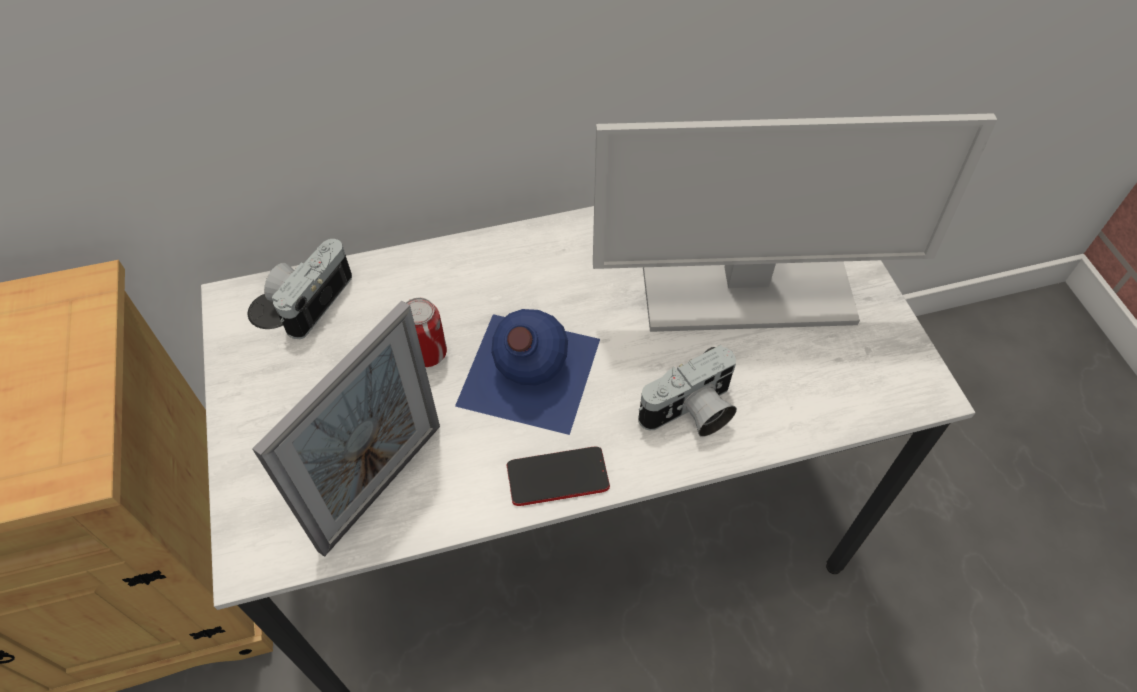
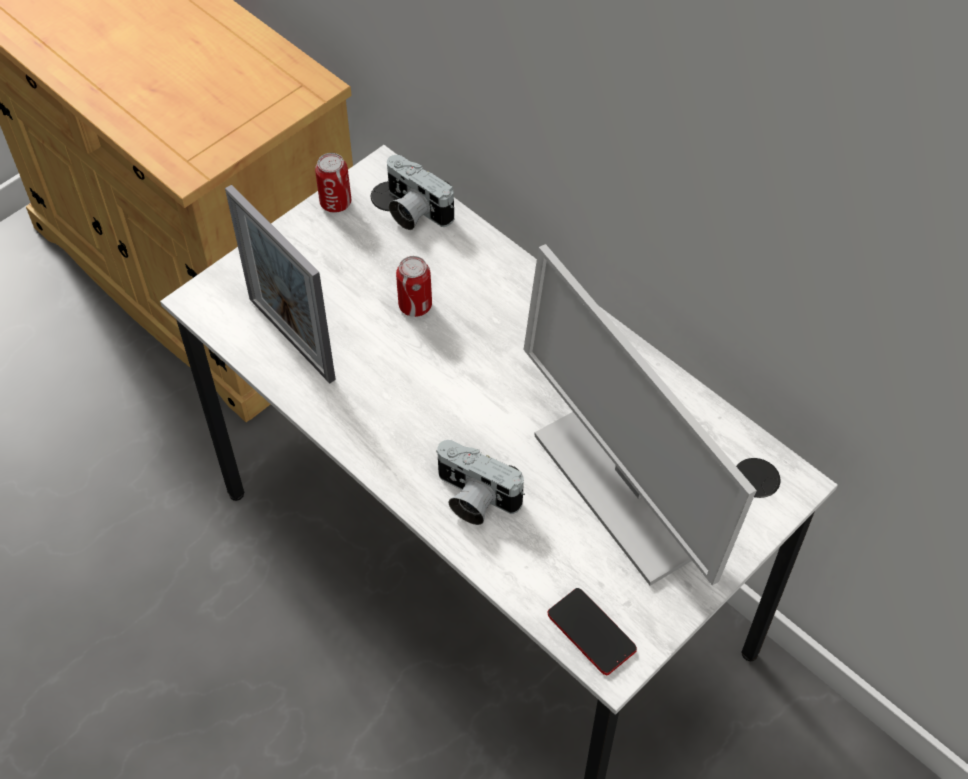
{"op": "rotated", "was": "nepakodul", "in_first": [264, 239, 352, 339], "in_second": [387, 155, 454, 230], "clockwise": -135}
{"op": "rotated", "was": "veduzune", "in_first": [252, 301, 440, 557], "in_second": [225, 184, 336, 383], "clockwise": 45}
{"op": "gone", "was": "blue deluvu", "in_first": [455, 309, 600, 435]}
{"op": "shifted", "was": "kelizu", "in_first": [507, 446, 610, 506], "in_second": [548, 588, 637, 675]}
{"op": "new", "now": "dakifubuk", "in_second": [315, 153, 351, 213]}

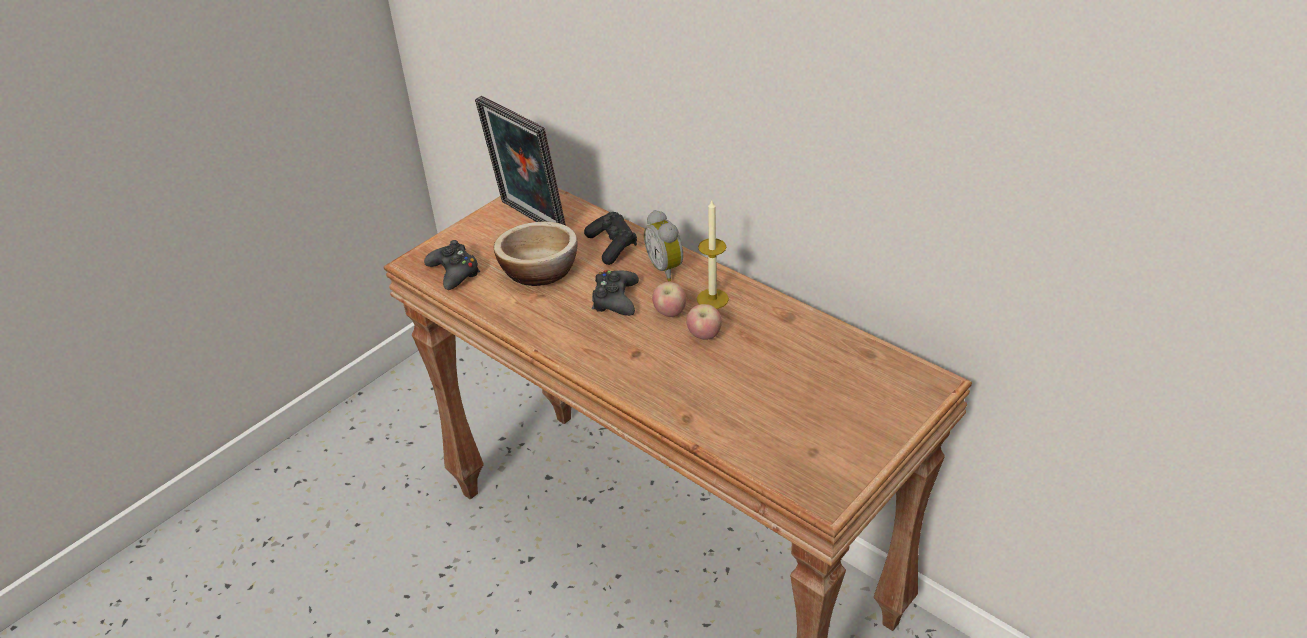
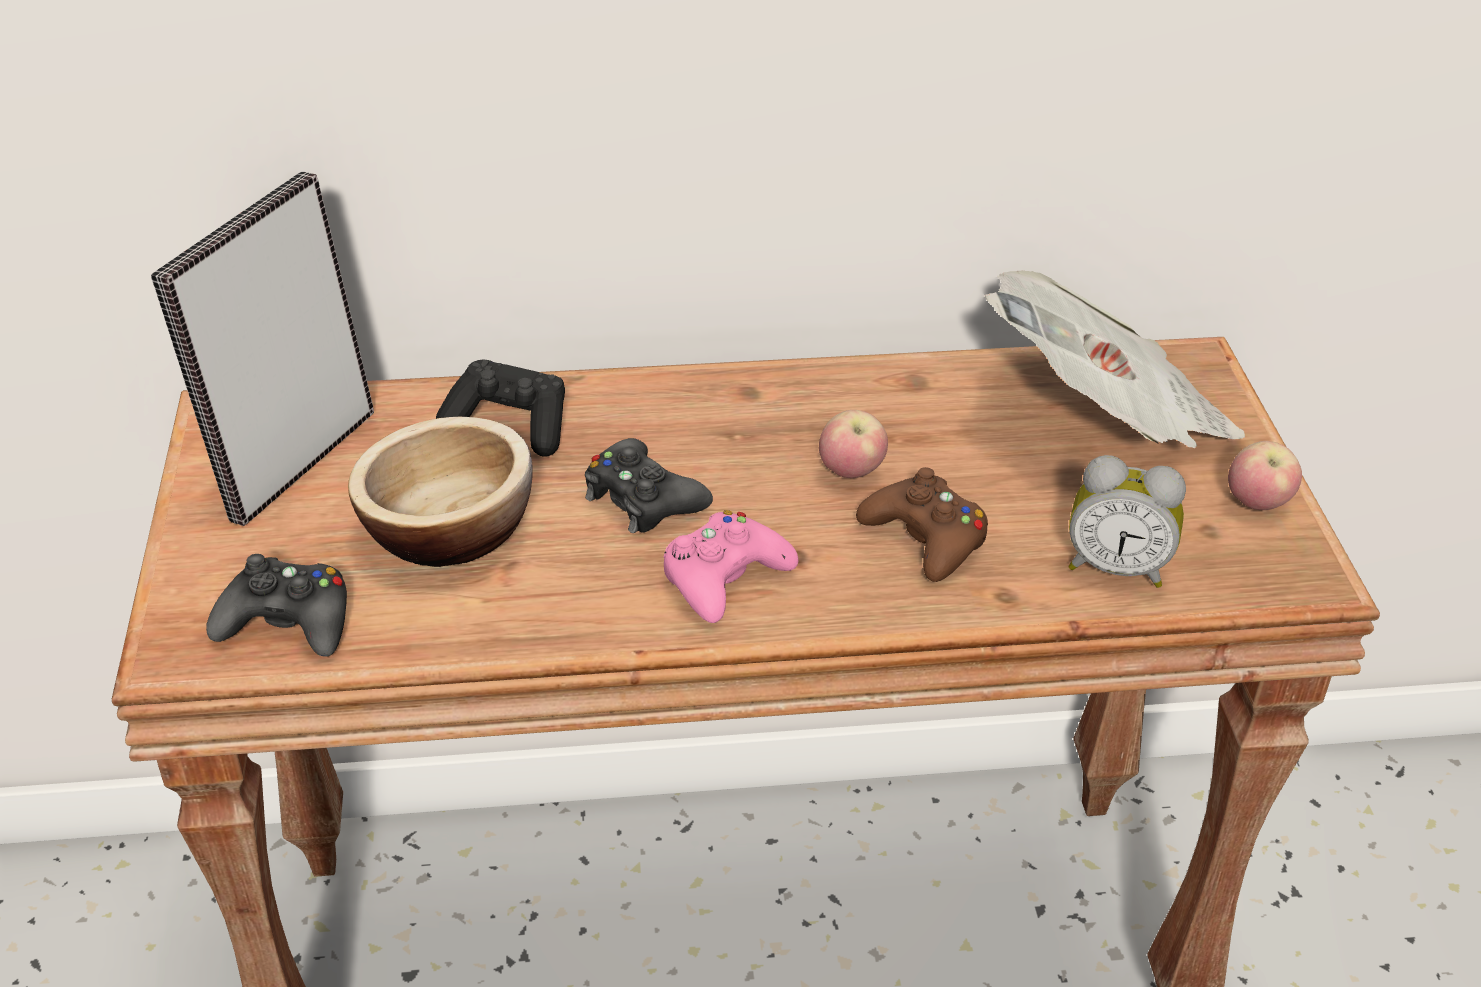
{"op": "rotated", "was": "veduzune", "in_first": [475, 96, 566, 225], "in_second": [151, 172, 374, 526], "clockwise": 120}
{"op": "gone", "was": "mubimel", "in_first": [697, 200, 729, 309]}
{"op": "shifted", "was": "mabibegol", "in_first": [644, 210, 683, 281], "in_second": [1068, 455, 1186, 588]}
{"op": "shifted", "was": "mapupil", "in_first": [652, 282, 686, 317], "in_second": [1228, 441, 1302, 510]}
{"op": "new", "now": "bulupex", "in_second": [985, 270, 1245, 448]}
{"op": "new", "now": "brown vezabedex", "in_second": [856, 467, 988, 582]}
{"op": "new", "now": "pink vezabedex", "in_second": [664, 510, 798, 623]}

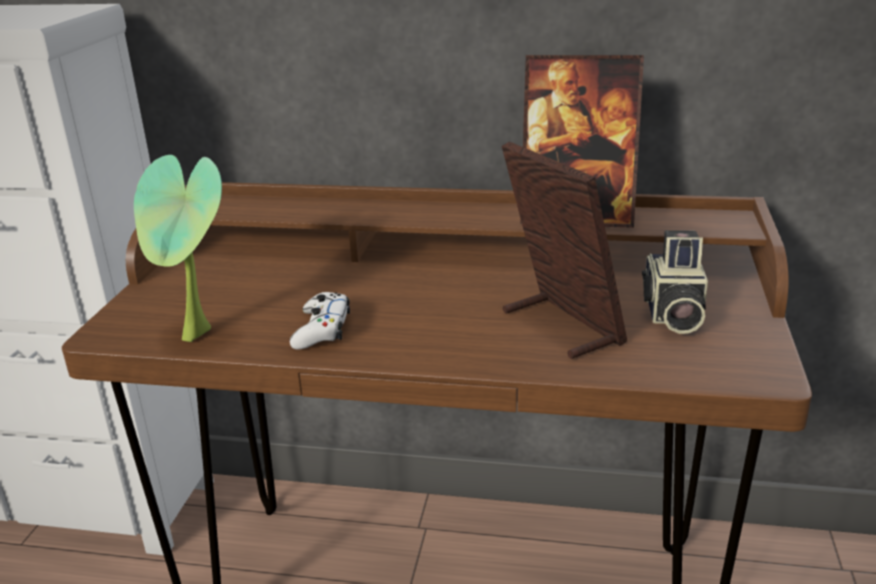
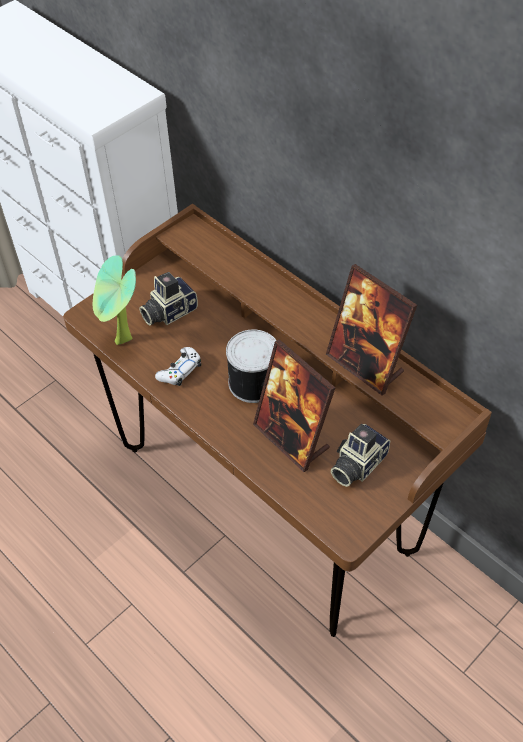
{"op": "rotated", "was": "veduzune", "in_first": [502, 141, 627, 359], "in_second": [253, 339, 335, 472], "clockwise": 135}
{"op": "new", "now": "nepakodul", "in_second": [139, 272, 198, 325]}
{"op": "new", "now": "dakifubuk", "in_second": [226, 329, 277, 403]}

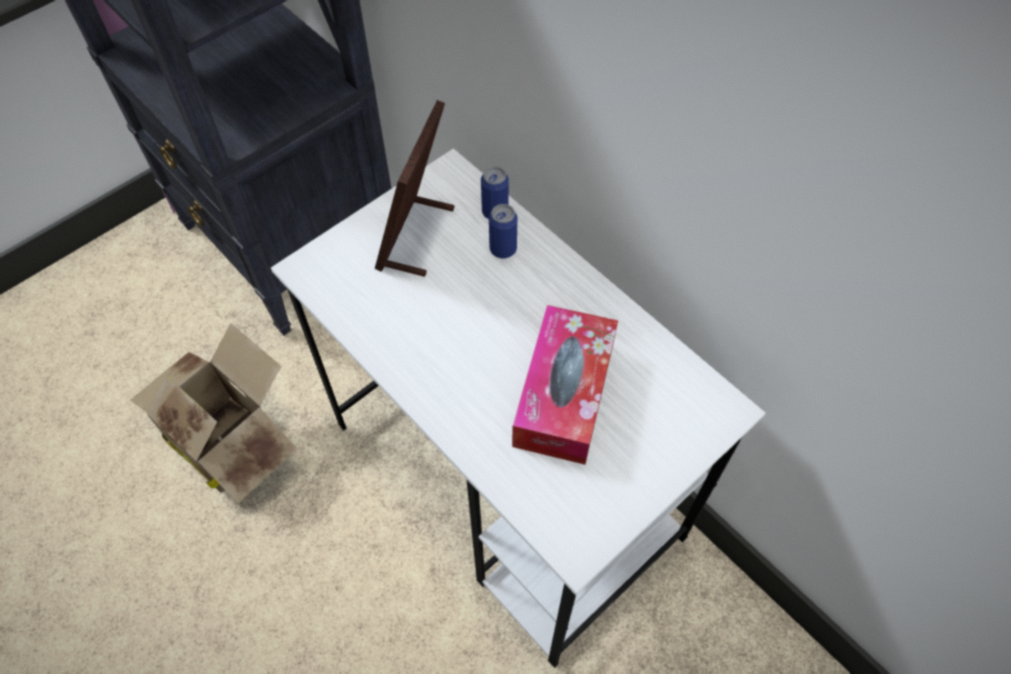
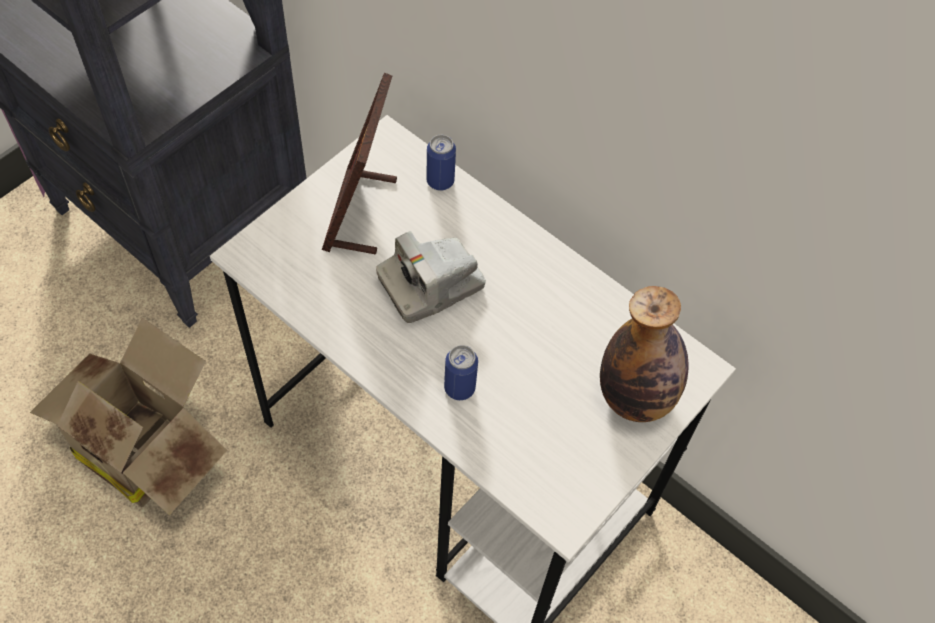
{"op": "shifted", "was": "dakifubuk", "in_first": [489, 204, 517, 258], "in_second": [444, 345, 478, 400]}
{"op": "gone", "was": "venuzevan", "in_first": [512, 305, 618, 465]}
{"op": "new", "now": "nepakodul", "in_second": [376, 231, 486, 323]}
{"op": "new", "now": "deluvu", "in_second": [600, 286, 689, 422]}

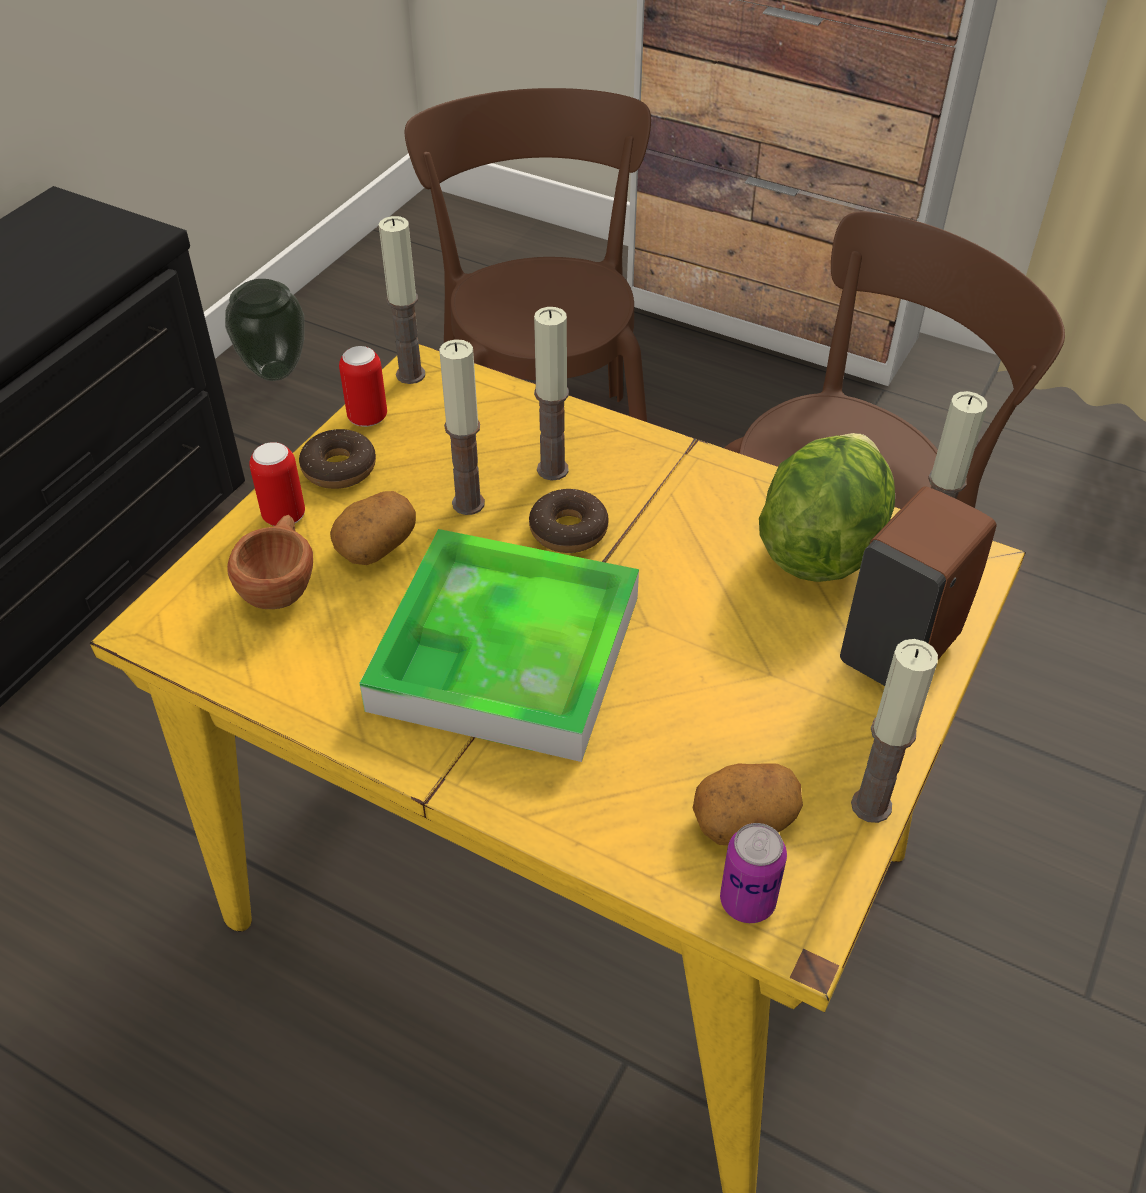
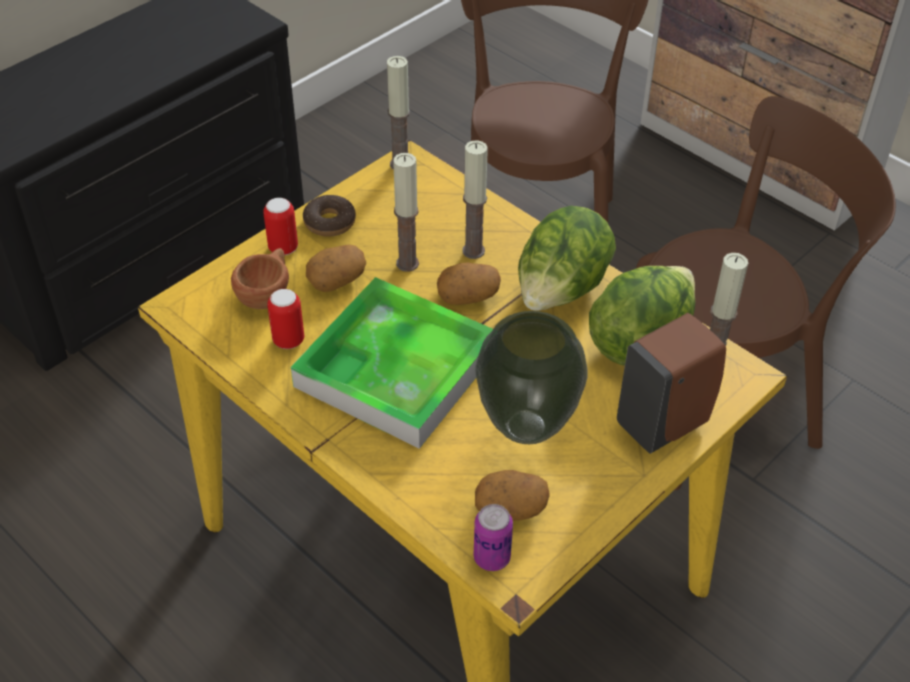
{"op": "shifted", "was": "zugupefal", "in_first": [225, 279, 305, 381], "in_second": [475, 311, 587, 444]}
{"op": "shifted", "was": "dakifubuk", "in_first": [339, 346, 387, 427], "in_second": [267, 289, 304, 349]}
{"op": "swapped", "was": "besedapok", "now": "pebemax", "in_first": [529, 489, 609, 553], "in_second": [437, 262, 501, 305]}
{"op": "gone", "was": "mubimel", "in_first": [851, 639, 938, 823]}
{"op": "new", "now": "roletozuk", "in_second": [518, 206, 616, 311]}

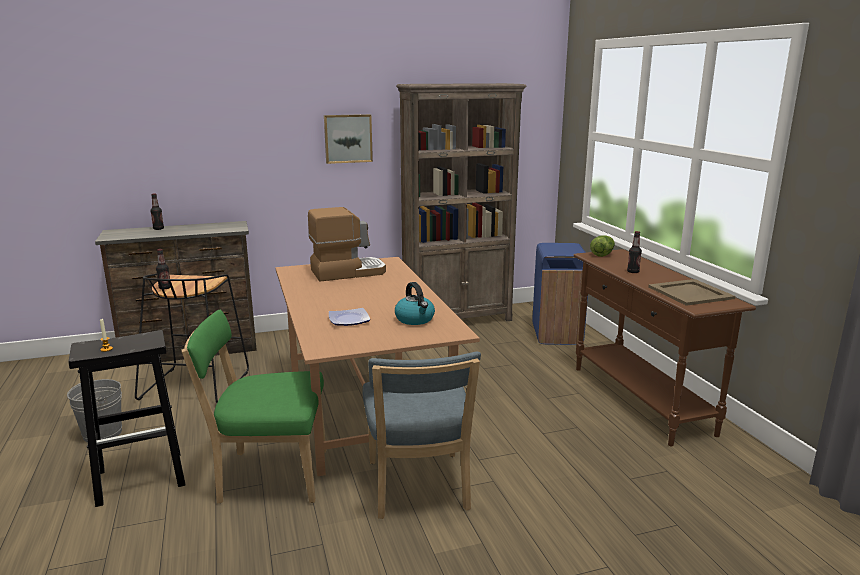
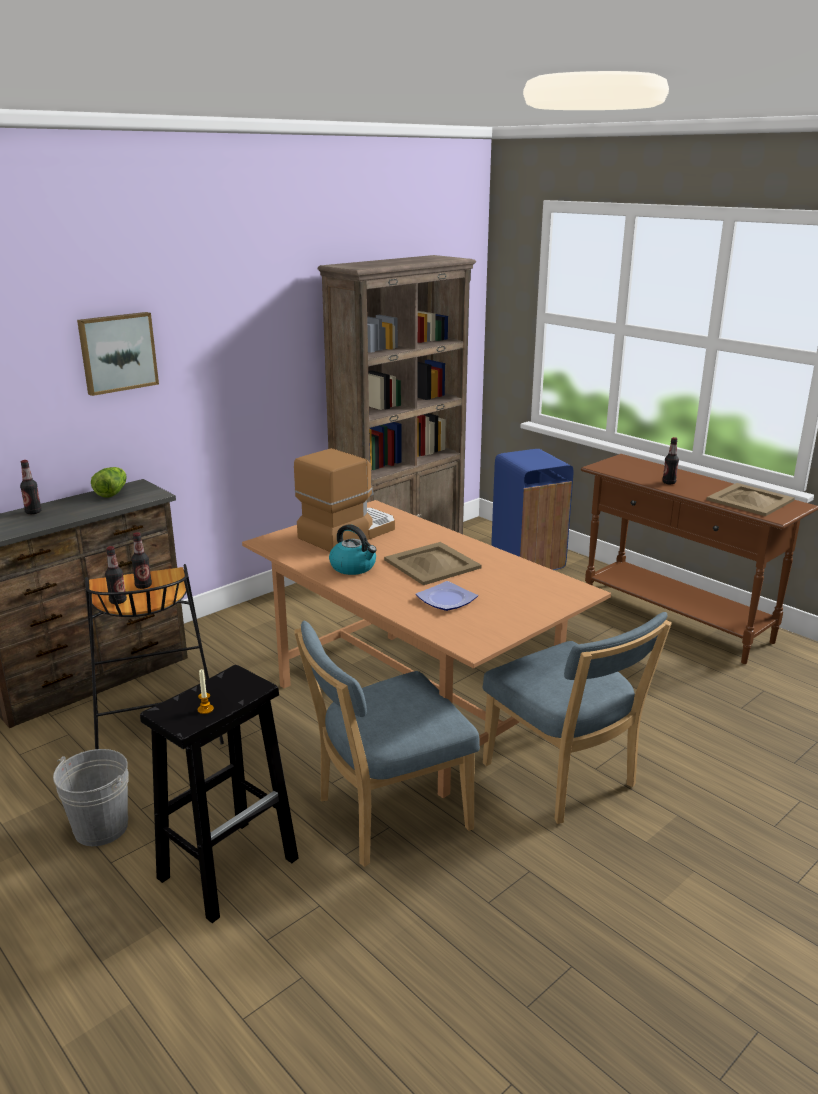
{"op": "shifted", "was": "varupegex", "in_first": [324, 114, 373, 164], "in_second": [77, 312, 159, 396]}
{"op": "shifted", "was": "roletozuk", "in_first": [590, 236, 615, 257], "in_second": [91, 467, 127, 497]}
{"op": "shifted", "was": "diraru", "in_first": [395, 282, 435, 325], "in_second": [329, 524, 377, 575]}
{"op": "repainted", "was": "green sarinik", "now": "blue sarinik", "in_first": [182, 310, 326, 504], "in_second": [294, 621, 480, 867]}
{"op": "new", "now": "deluvu", "in_second": [131, 532, 152, 589]}
{"op": "new", "now": "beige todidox", "in_second": [384, 542, 482, 585]}

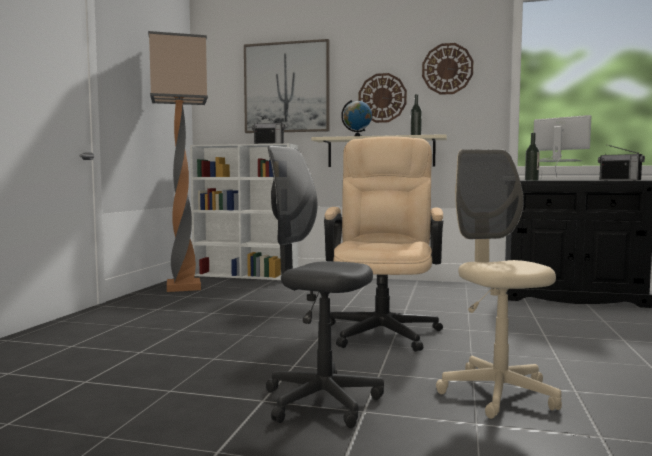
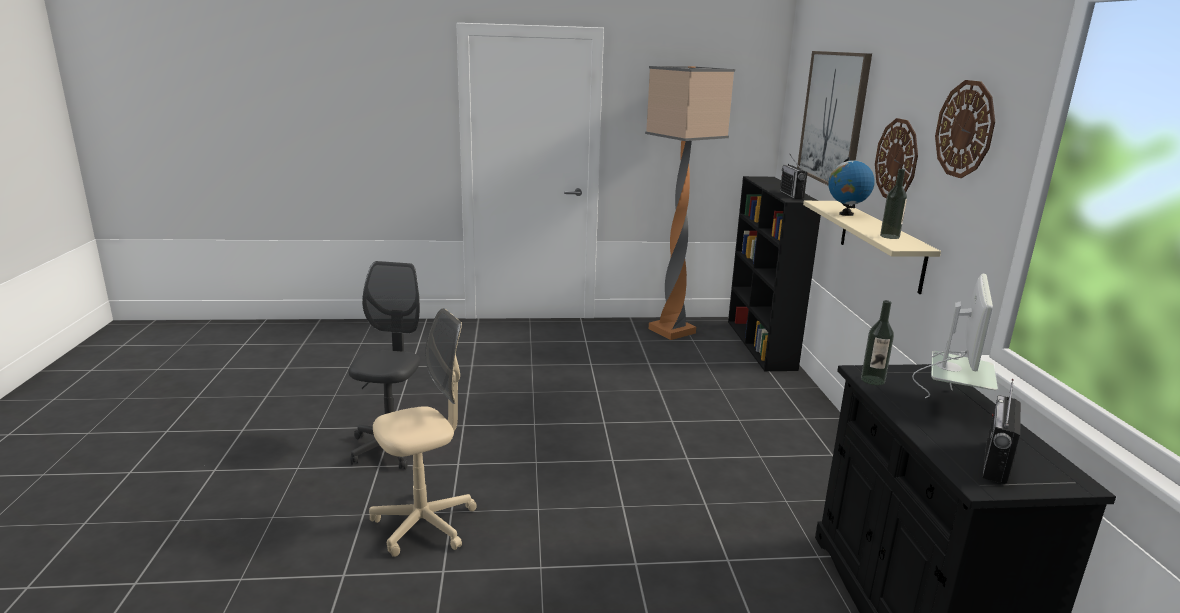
{"op": "gone", "was": "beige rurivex", "in_first": [324, 137, 443, 352]}
{"op": "repainted", "was": "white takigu", "now": "black takigu", "in_first": [190, 143, 298, 280], "in_second": [728, 176, 821, 371]}

